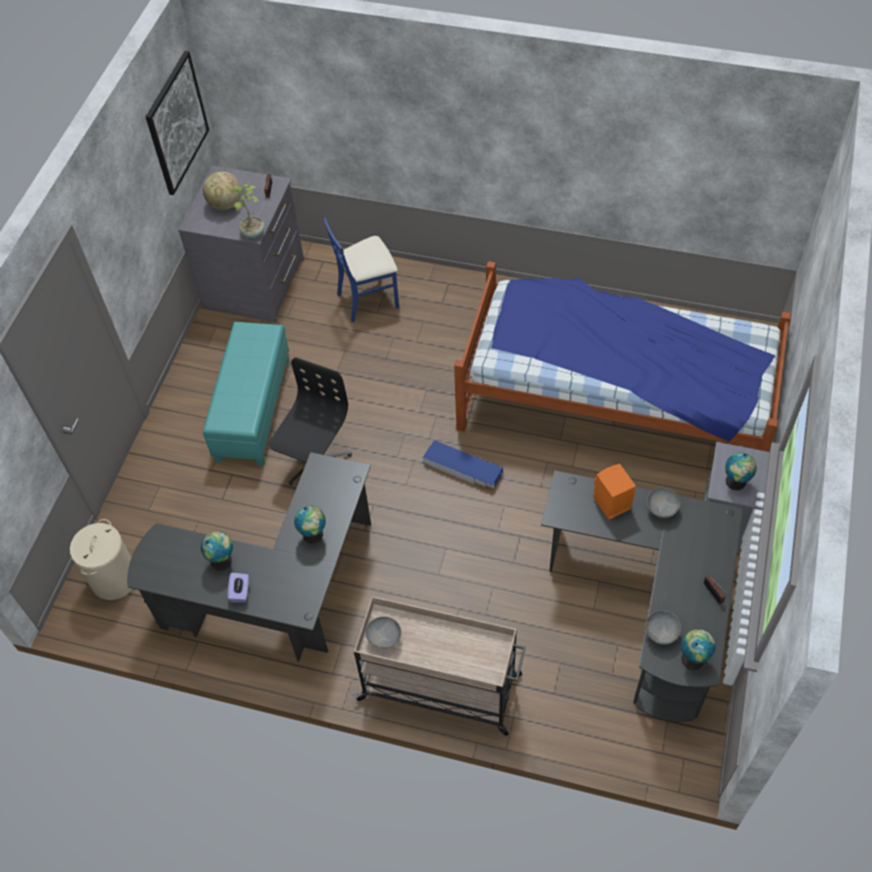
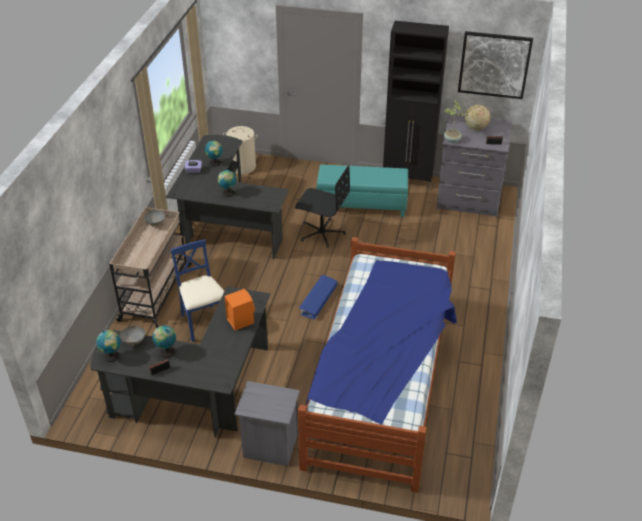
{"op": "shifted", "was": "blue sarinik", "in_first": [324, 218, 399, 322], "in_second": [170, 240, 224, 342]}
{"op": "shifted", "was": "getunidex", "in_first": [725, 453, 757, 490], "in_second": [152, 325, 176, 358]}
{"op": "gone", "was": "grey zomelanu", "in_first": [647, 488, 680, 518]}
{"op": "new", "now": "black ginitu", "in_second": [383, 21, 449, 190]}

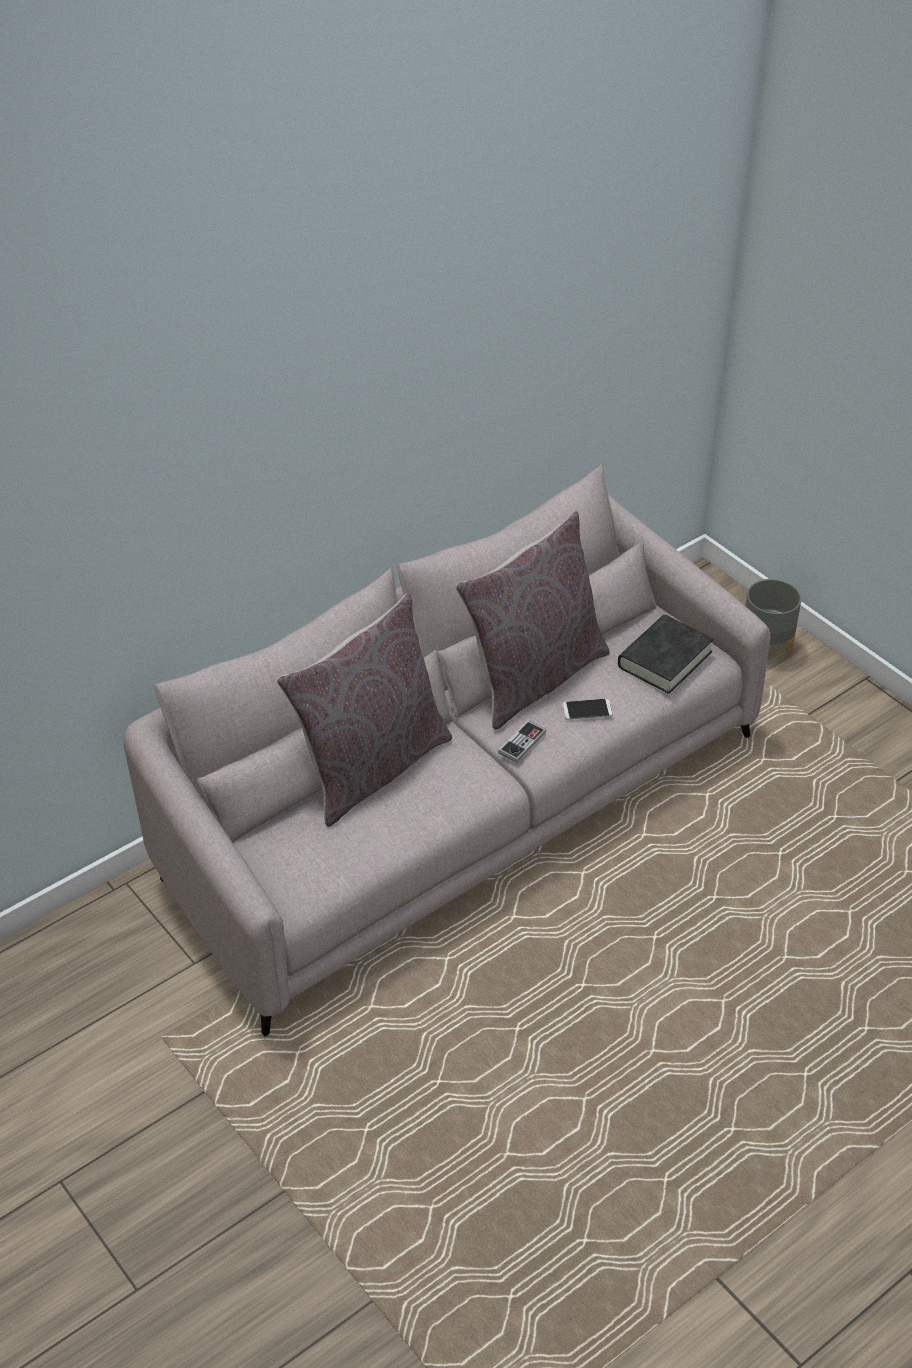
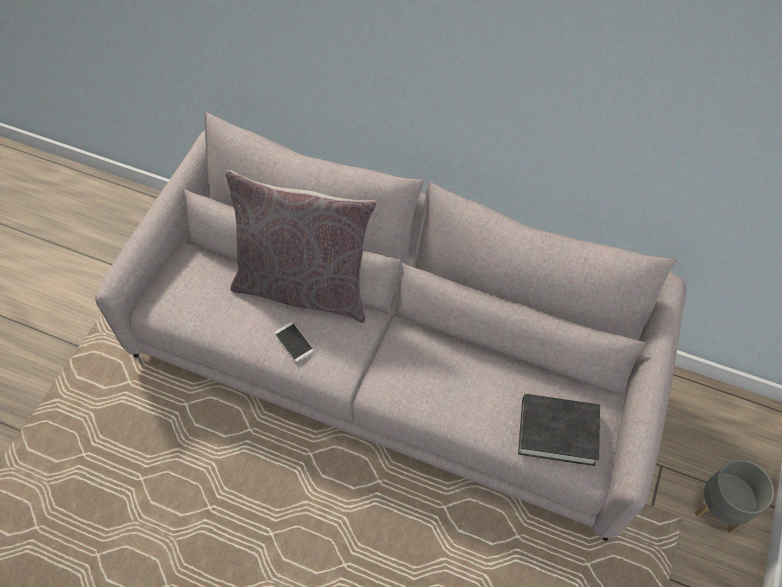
{"op": "gone", "was": "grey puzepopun", "in_first": [455, 511, 610, 730]}
{"op": "shifted", "was": "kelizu", "in_first": [562, 699, 613, 720], "in_second": [275, 322, 314, 362]}
{"op": "gone", "was": "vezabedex", "in_first": [498, 720, 546, 762]}

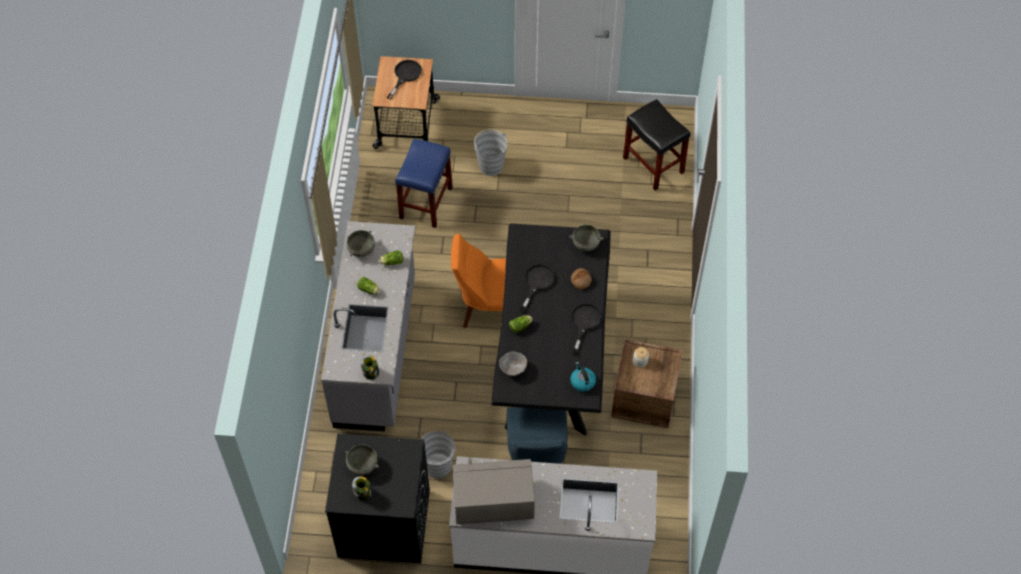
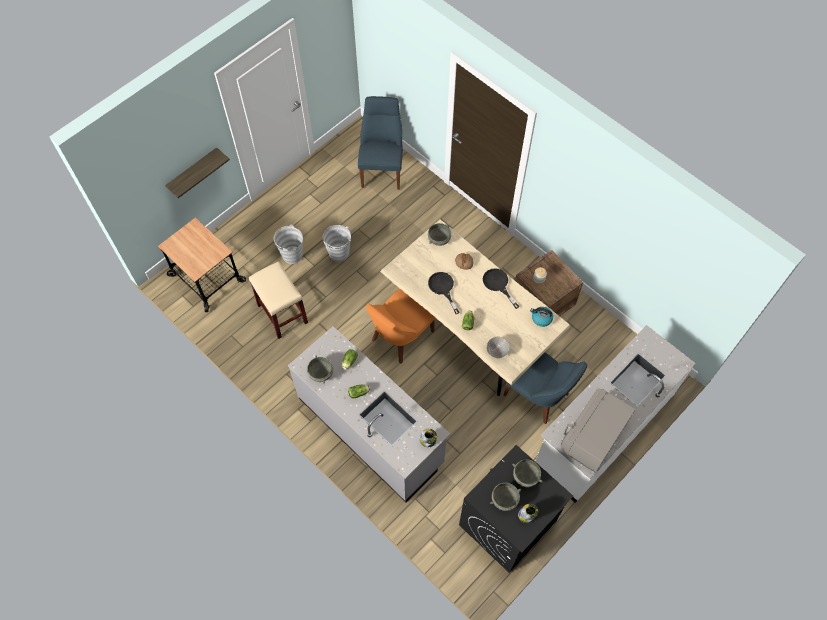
{"op": "gone", "was": "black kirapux", "in_first": [387, 60, 422, 99]}
{"op": "swapped", "was": "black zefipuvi", "now": "blue sarinik", "in_first": [623, 99, 691, 191], "in_second": [358, 96, 403, 190]}
{"op": "repainted", "was": "blue zefipuvi", "now": "beige zefipuvi", "in_first": [395, 139, 453, 228], "in_second": [249, 261, 308, 339]}
{"op": "repainted", "was": "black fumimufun", "now": "beige fumimufun", "in_first": [491, 223, 611, 435], "in_second": [380, 219, 571, 396]}
{"op": "shifted", "was": "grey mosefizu", "in_first": [421, 431, 456, 478], "in_second": [323, 225, 351, 262]}
{"op": "new", "now": "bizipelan", "in_second": [165, 147, 230, 198]}
{"op": "new", "now": "grey zomelanu", "in_second": [512, 460, 542, 487]}

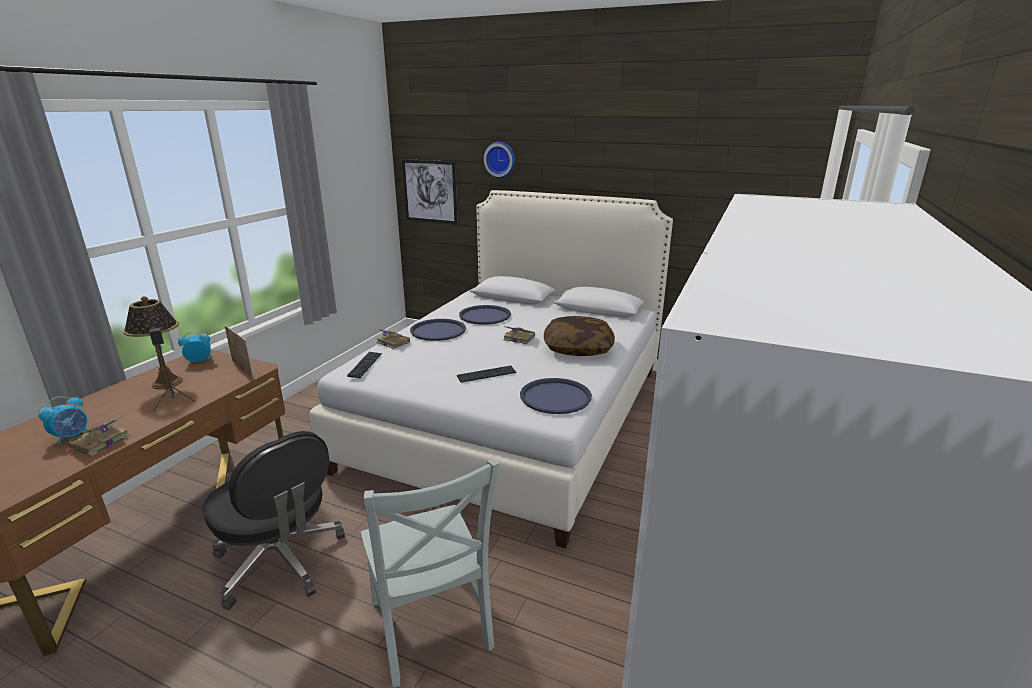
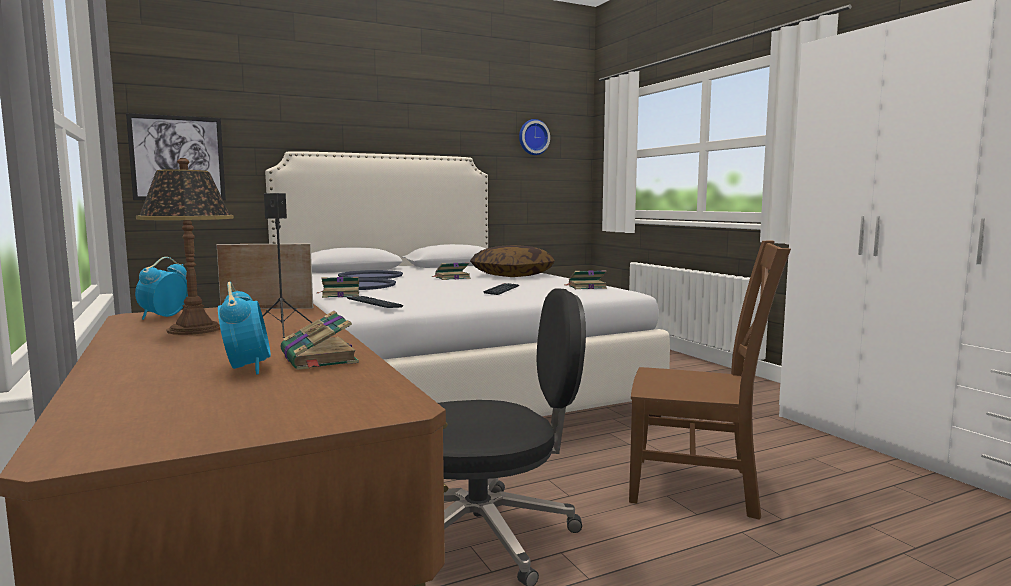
{"op": "shifted", "was": "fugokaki", "in_first": [484, 142, 515, 178], "in_second": [519, 119, 550, 155]}
{"op": "swapped", "was": "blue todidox", "now": "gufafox", "in_first": [520, 378, 592, 414], "in_second": [566, 270, 607, 289]}
{"op": "repainted", "was": "grey sarinik", "now": "brown sarinik", "in_first": [361, 458, 500, 687], "in_second": [629, 241, 791, 520]}

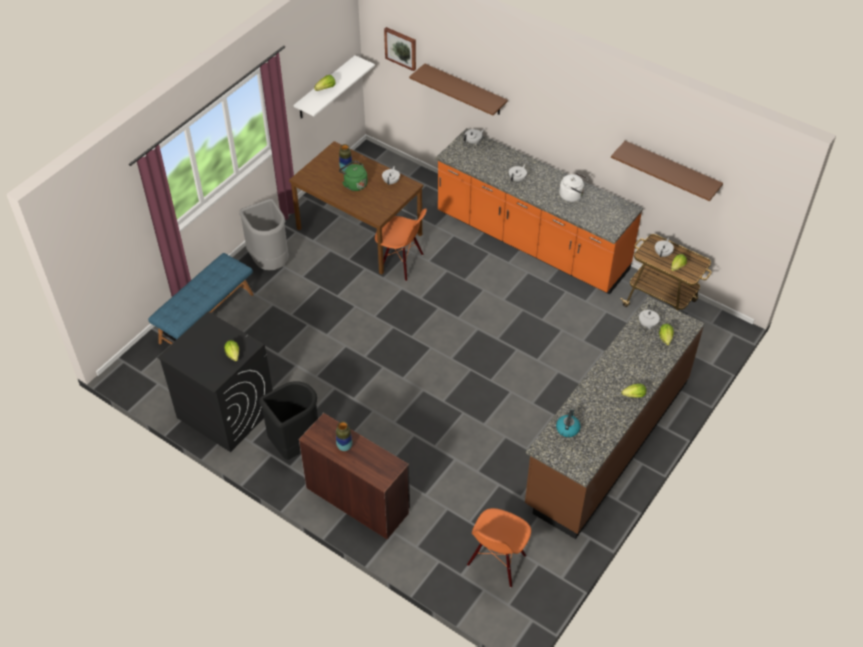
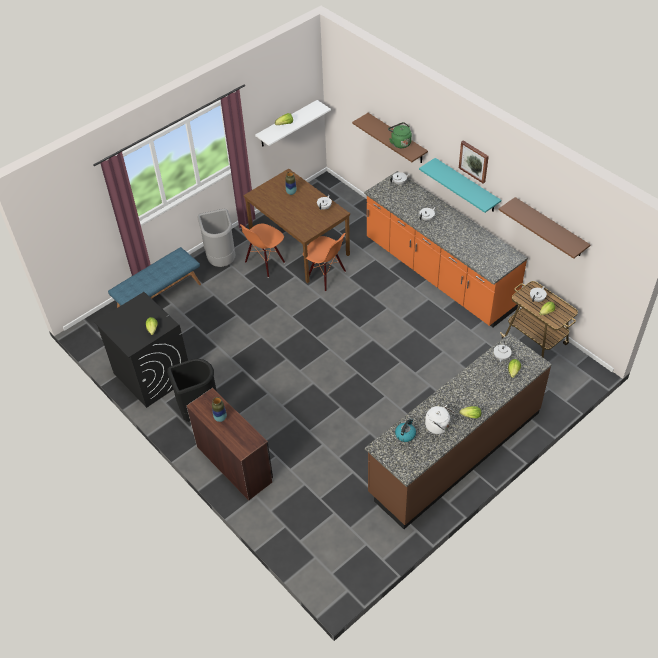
{"op": "shifted", "was": "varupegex", "in_first": [384, 27, 416, 71], "in_second": [459, 141, 489, 184]}
{"op": "shifted", "was": "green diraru", "in_first": [339, 160, 368, 191], "in_second": [388, 122, 412, 148]}
{"op": "shifted", "was": "white diraru", "in_first": [559, 173, 588, 202], "in_second": [425, 405, 455, 434]}
{"op": "shifted", "was": "orange sarinik", "in_first": [467, 508, 531, 587], "in_second": [240, 224, 285, 278]}
{"op": "new", "now": "turquoise bizipelan", "in_second": [419, 158, 501, 213]}

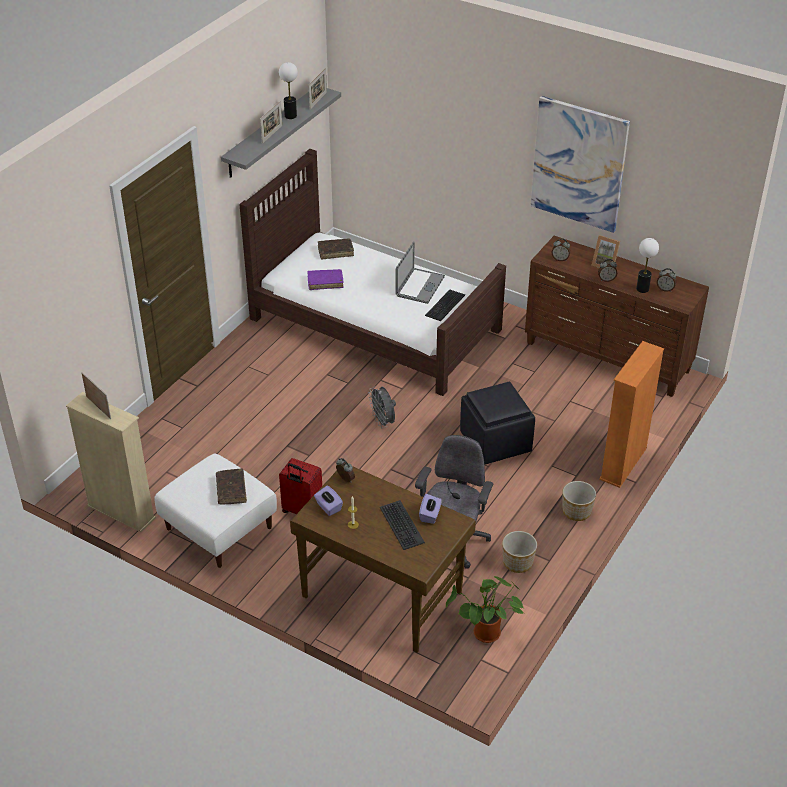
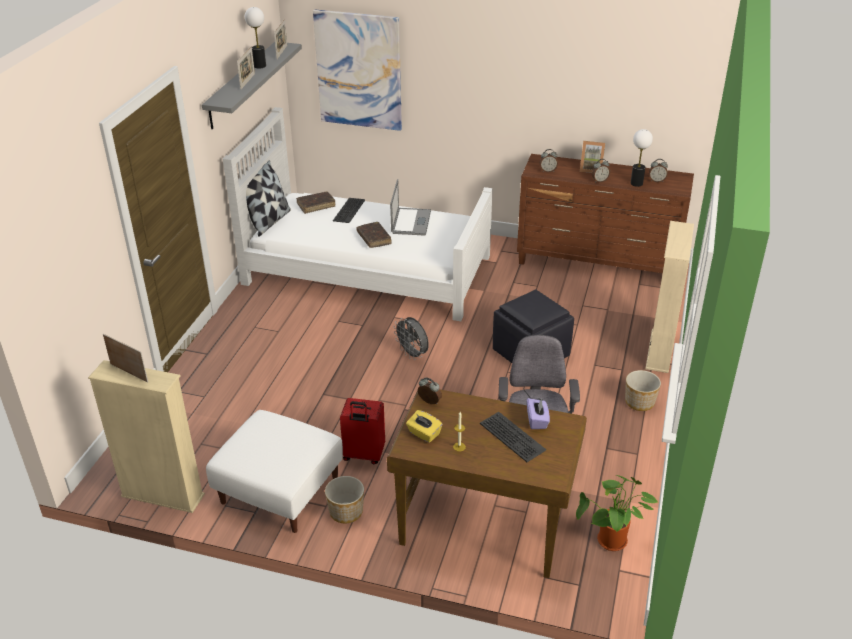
{"op": "shifted", "was": "varupegex", "in_first": [531, 96, 630, 233], "in_second": [313, 9, 402, 131]}
{"op": "repainted", "was": "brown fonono", "now": "white fonono", "in_first": [239, 149, 506, 396], "in_second": [223, 107, 493, 321]}
{"op": "gone", "was": "purple gufafox", "in_first": [307, 269, 344, 290]}
{"op": "shifted", "was": "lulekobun", "in_first": [425, 290, 465, 321], "in_second": [333, 198, 365, 223]}
{"op": "repainted", "was": "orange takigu", "now": "beige takigu", "in_first": [599, 341, 664, 488], "in_second": [645, 221, 694, 373]}
{"op": "shifted", "was": "brown gufafox", "in_first": [216, 468, 247, 504], "in_second": [357, 222, 392, 248]}
{"op": "repainted", "was": "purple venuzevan", "now": "yellow venuzevan", "in_first": [314, 486, 343, 516], "in_second": [406, 410, 442, 443]}
{"op": "shifted", "was": "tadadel", "in_first": [502, 531, 537, 573], "in_second": [325, 476, 364, 523]}
{"op": "new", "now": "puzepopun", "in_second": [246, 160, 291, 237]}

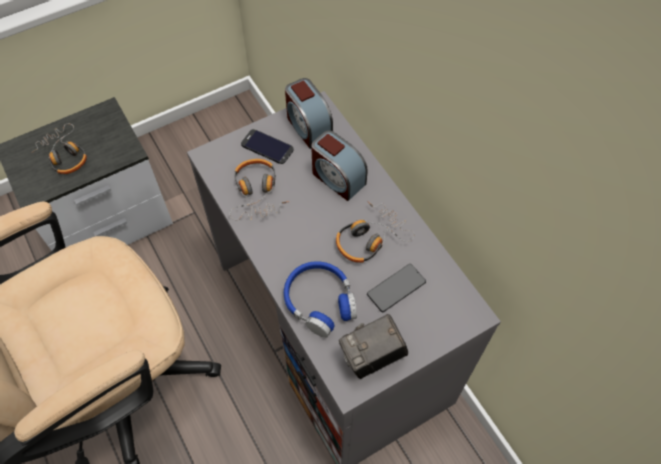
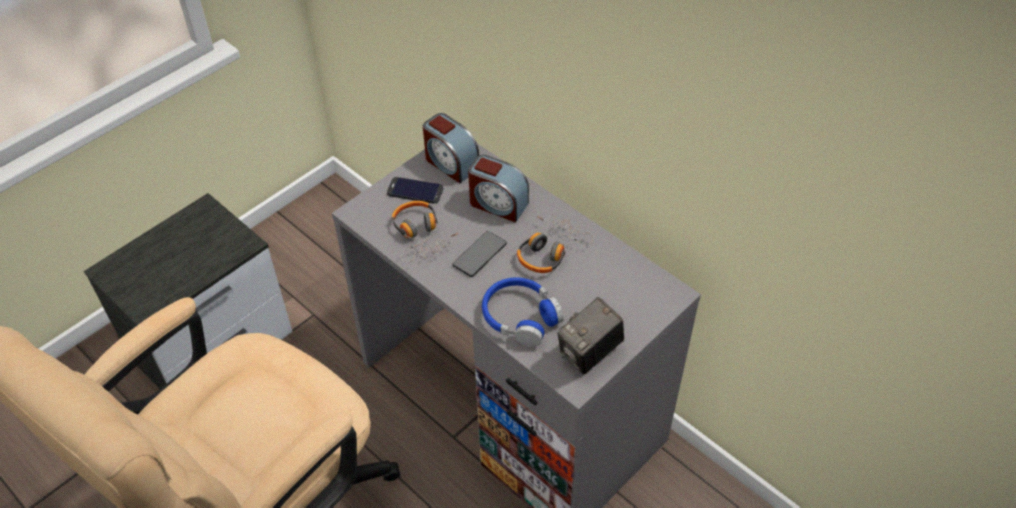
{"op": "gone", "was": "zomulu", "in_first": [31, 124, 87, 174]}
{"op": "shifted", "was": "kelizu", "in_first": [367, 264, 426, 312], "in_second": [452, 231, 507, 277]}

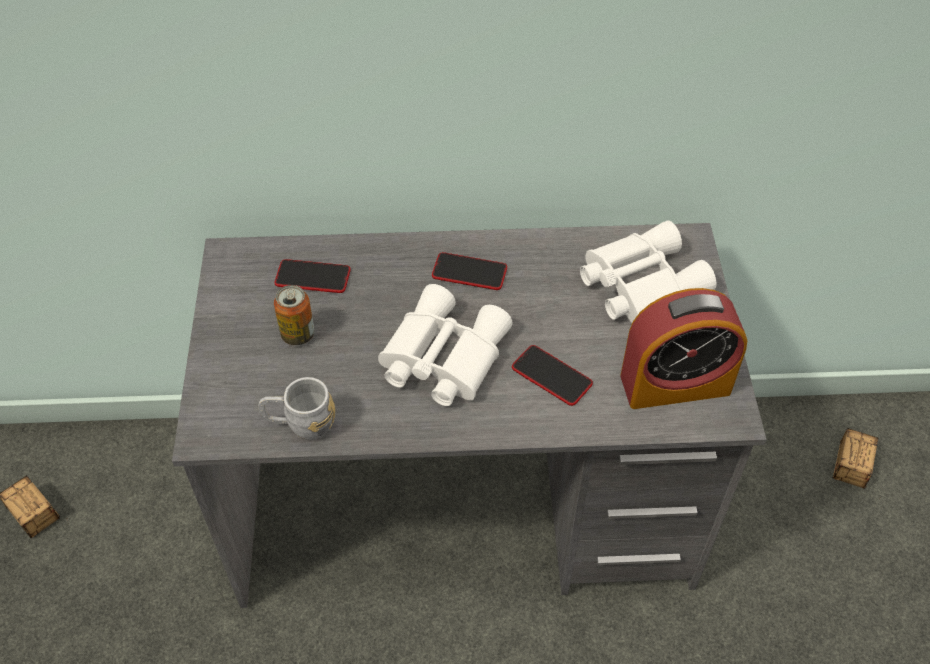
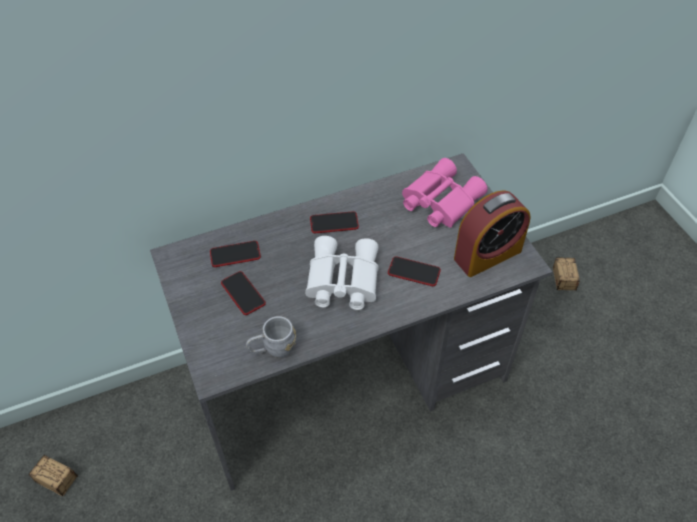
{"op": "repainted", "was": "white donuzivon", "now": "pink donuzivon", "in_first": [580, 220, 716, 323], "in_second": [402, 158, 488, 228]}
{"op": "swapped", "was": "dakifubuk", "now": "kelizu", "in_first": [274, 285, 315, 345], "in_second": [221, 271, 266, 315]}

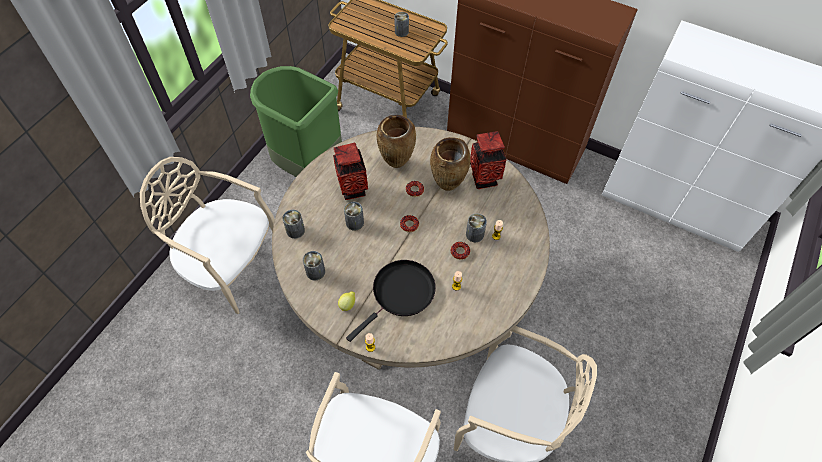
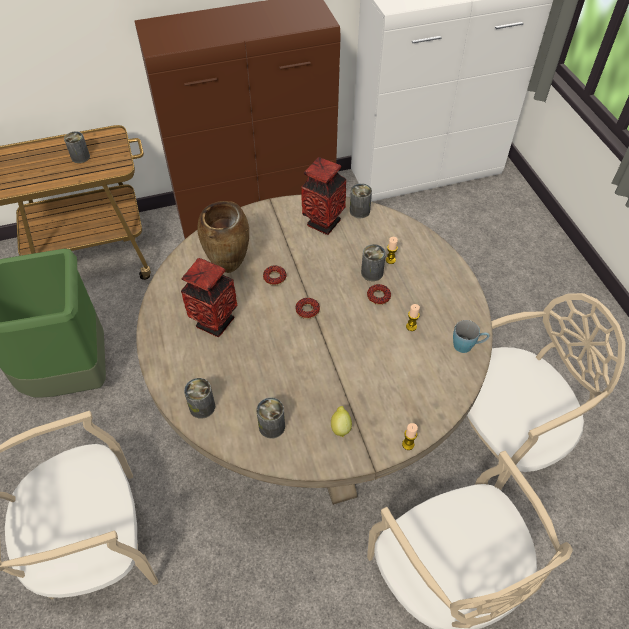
{"op": "gone", "was": "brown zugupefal", "in_first": [430, 137, 471, 191]}
{"op": "shifted", "was": "dakifubuk", "in_first": [344, 202, 364, 231], "in_second": [350, 183, 372, 218]}
{"op": "gone", "was": "black kirapux", "in_first": [346, 260, 436, 342]}
{"op": "new", "now": "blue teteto", "in_second": [453, 320, 489, 353]}

